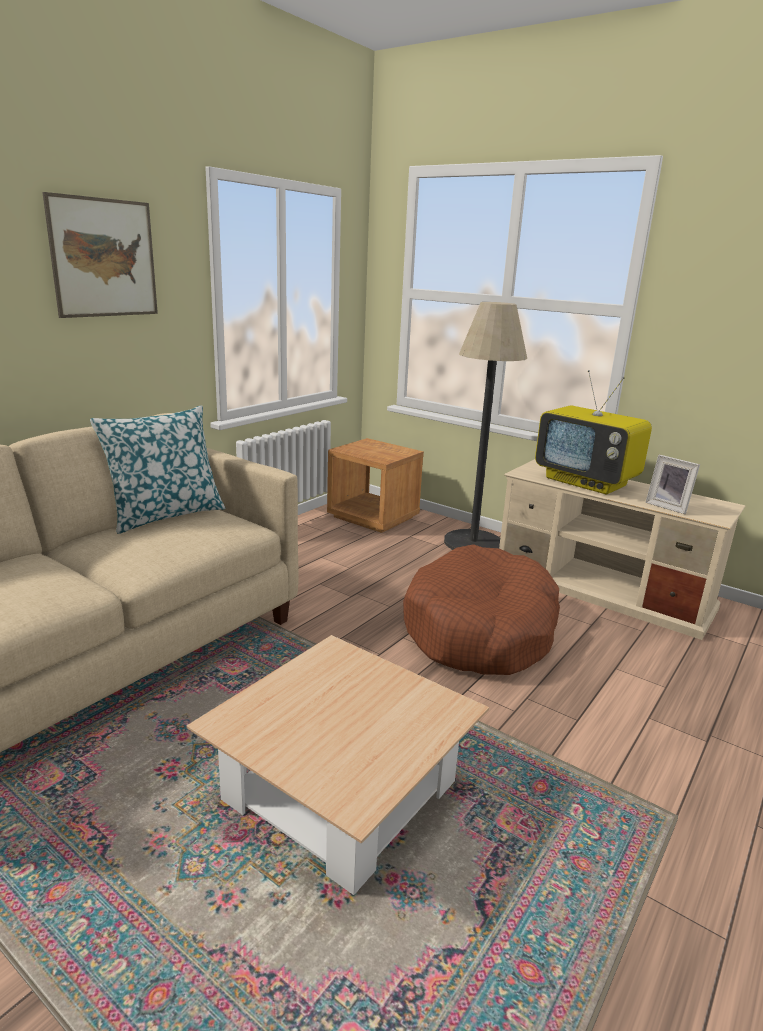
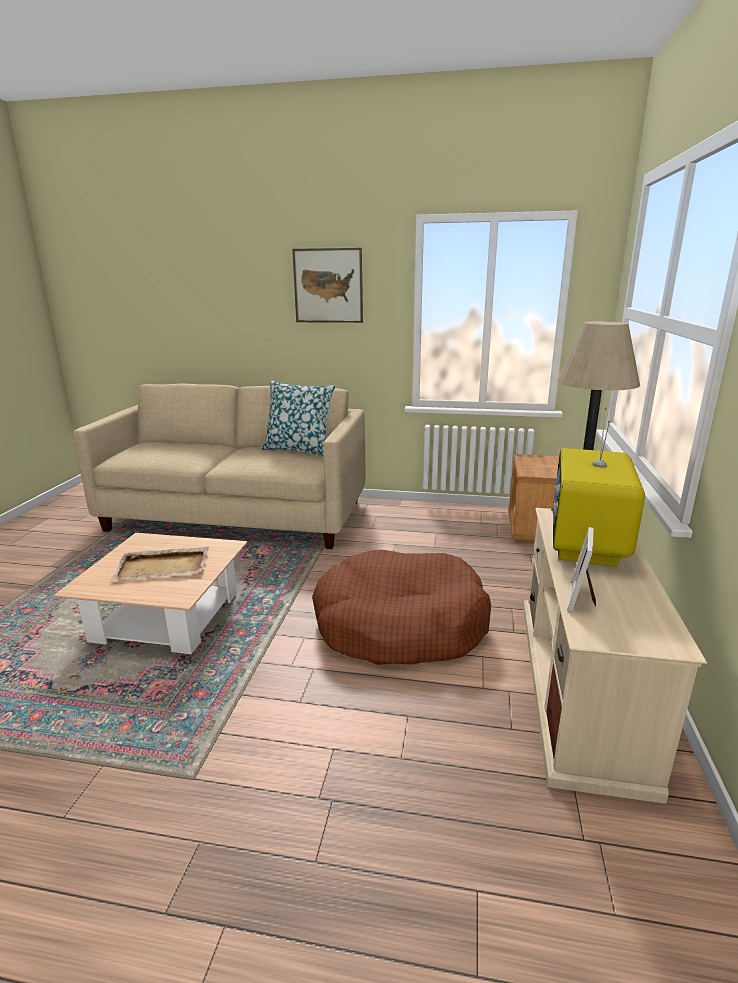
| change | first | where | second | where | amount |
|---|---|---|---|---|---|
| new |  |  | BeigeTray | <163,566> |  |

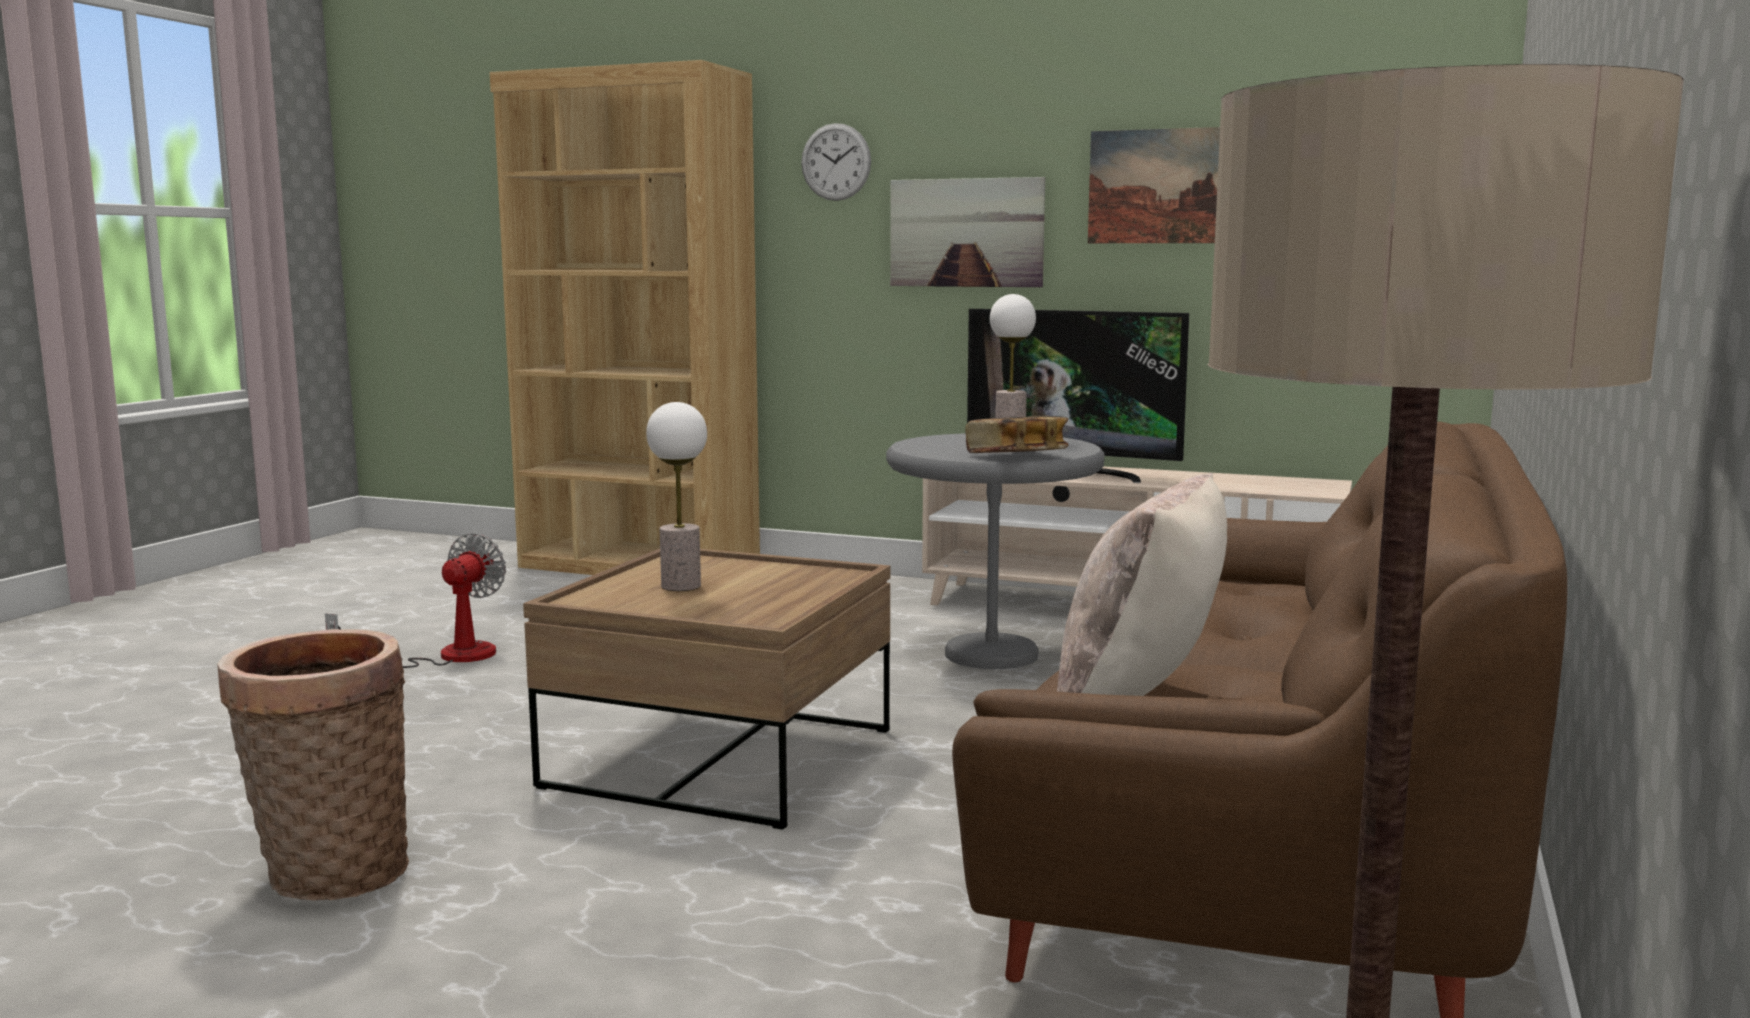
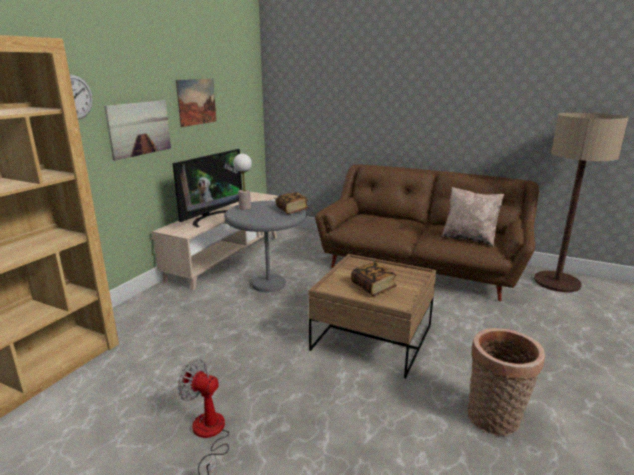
| change | first | where | second | where | amount |
|---|---|---|---|---|---|
| swapped | TableLamp | <681,586> | Book | <373,287> |  |

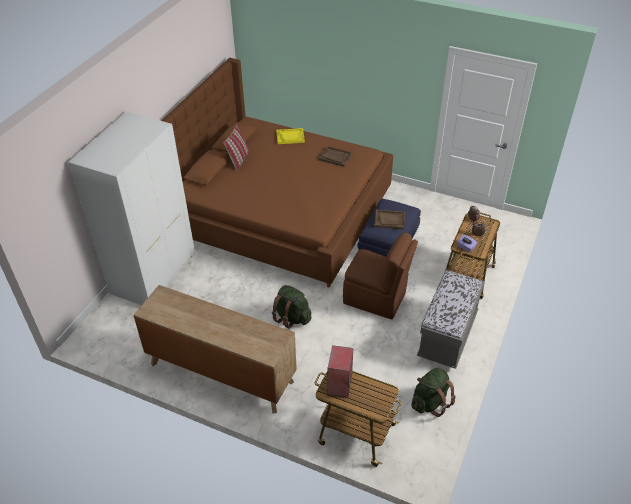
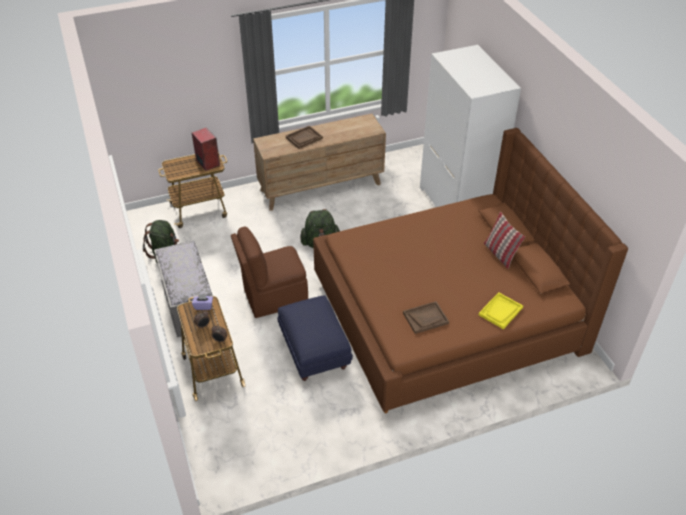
| change | first | where | second | where | amount |
|---|---|---|---|---|---|
| shifted | BrownTray | <389,220> |  | <304,138> |  |

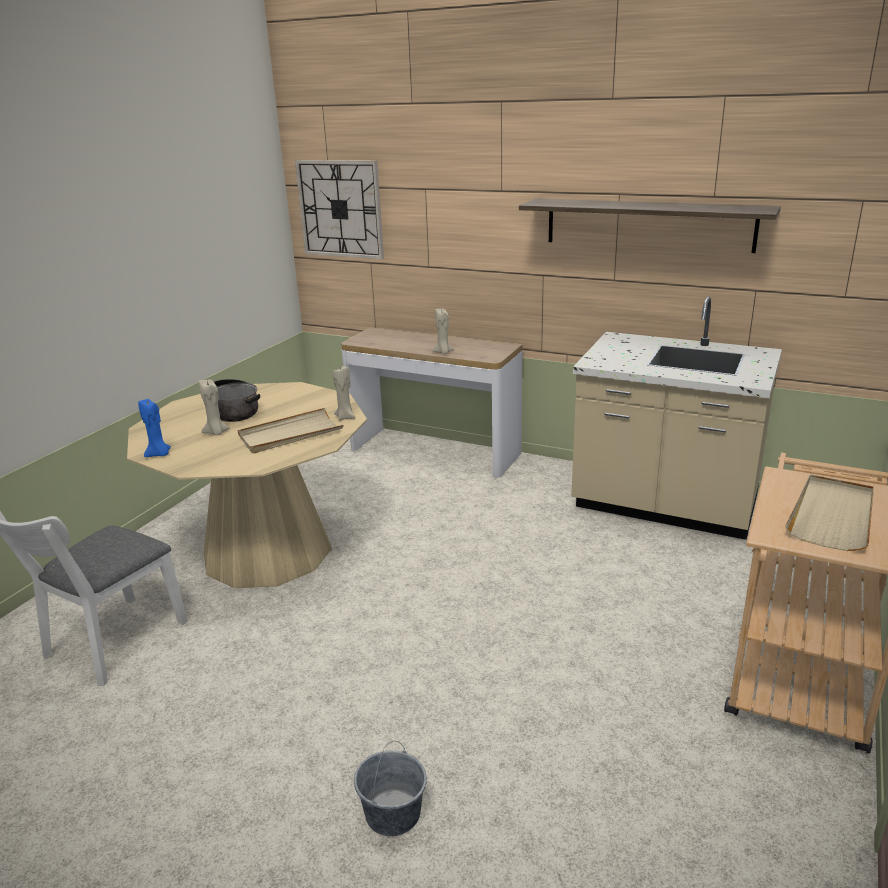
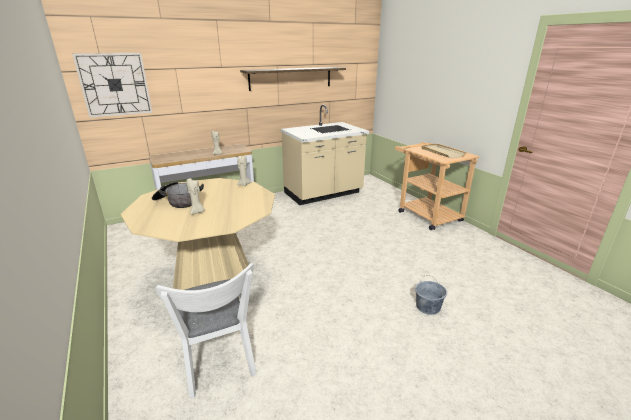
| change | first | where | second | where | amount |
|---|---|---|---|---|---|
| gone | BlueCandle | <159,454> |  |  |  |
| gone | BeigeTray | <290,434> |  |  |  |

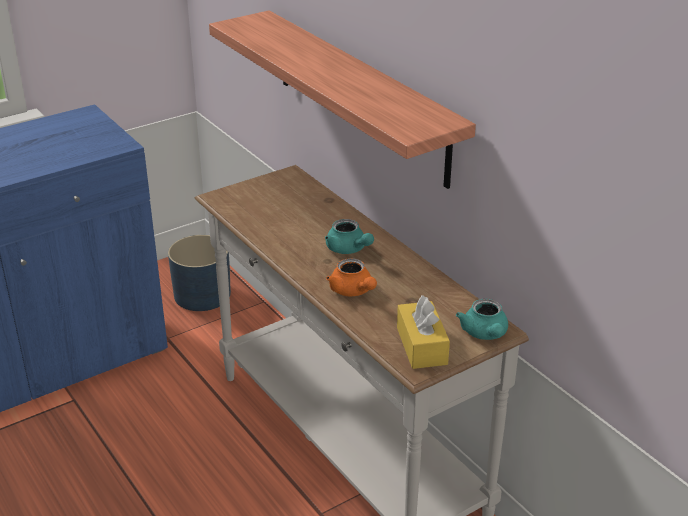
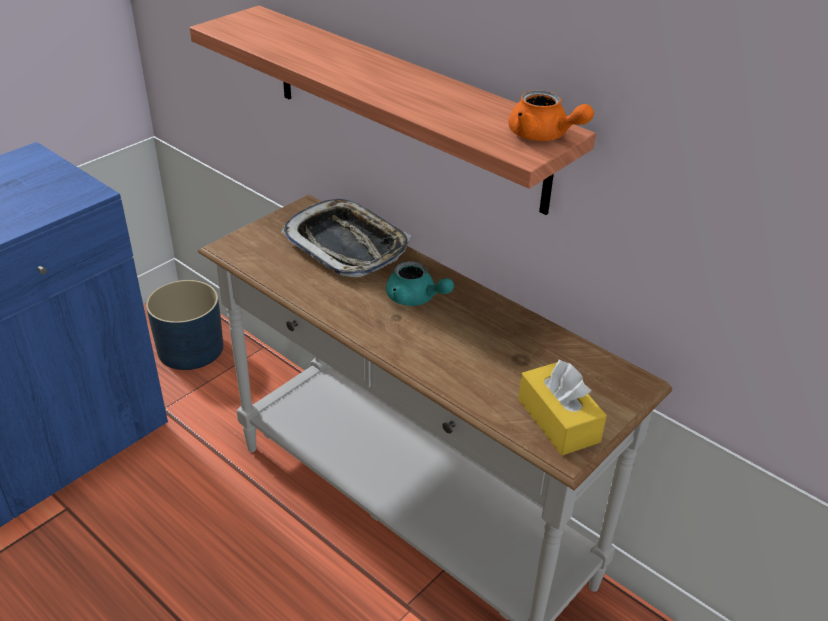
| change | first | where | second | where | amount |
|---|---|---|---|---|---|
| shifted | OrangeTeapot | <353,291> |  | <543,136> |  |
| gone | TurquoiseTeapot | <485,334> |  |  |  |
| new |  |  | Tray | <347,245> |  |

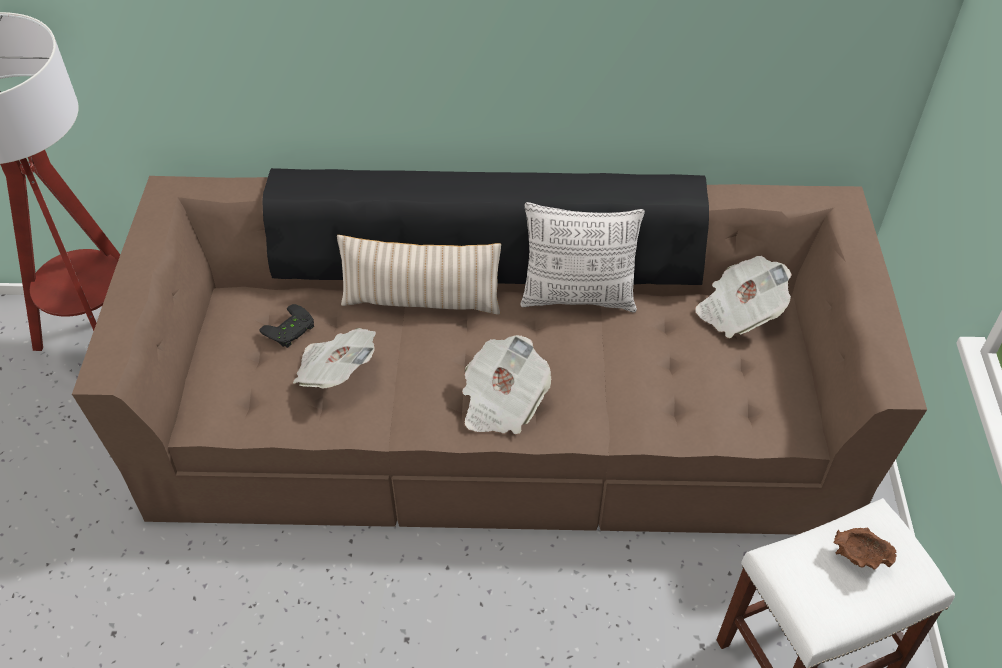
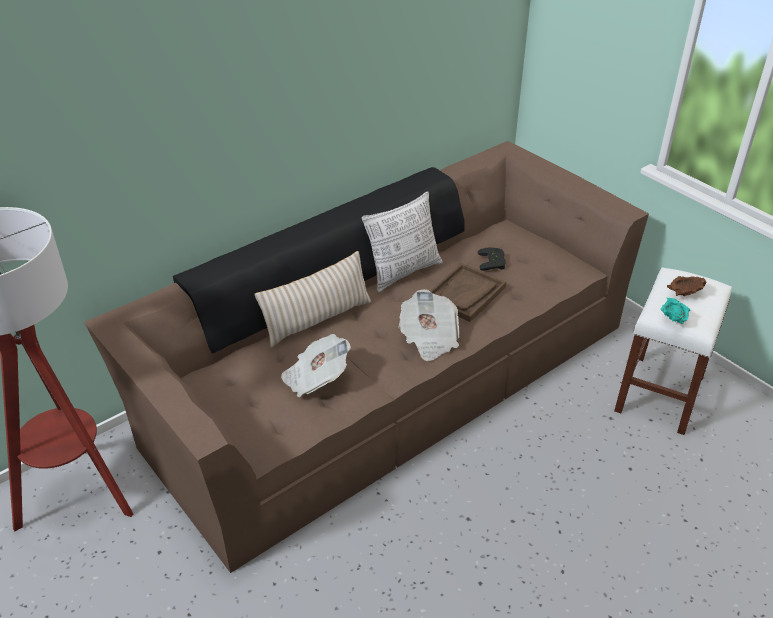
| change | first | where | second | where | amount |
|---|---|---|---|---|---|
| gone | Newspaper | <739,312> |  |  |  |
| shifted | BlackGameController | <291,331> |  | <493,262> |  |
| new |  |  | BrownTray | <465,294> |  |
| new |  |  | TurquoiseBowl | <672,320> |  |

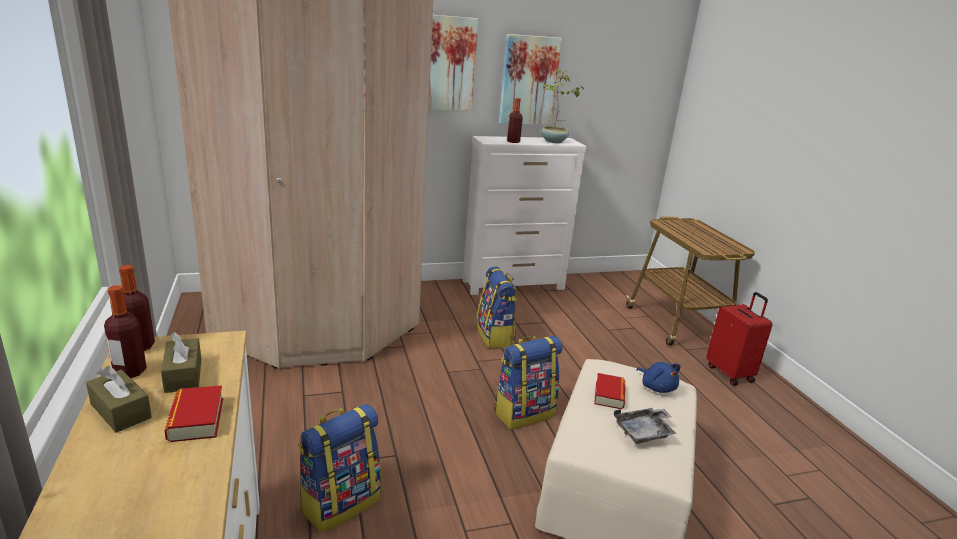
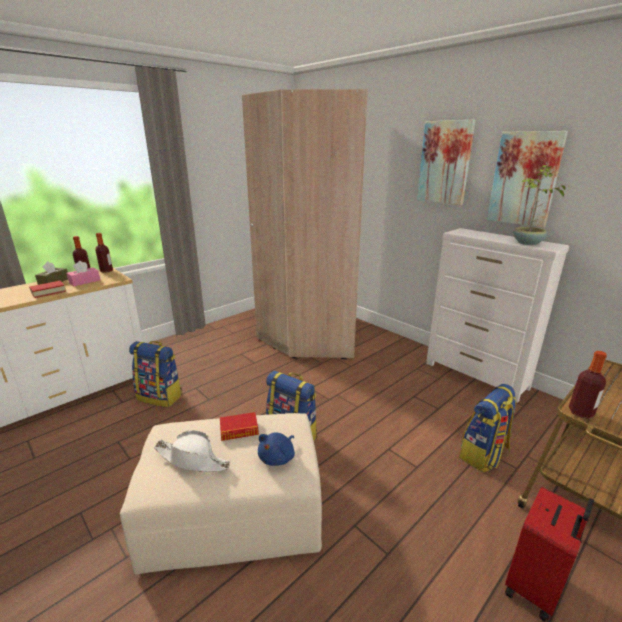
| change | first | where | second | where | amount |
|---|---|---|---|---|---|
| shifted | Bottle | <513,141> |  | <580,412> |  |
| shifted | Backpack | <495,336> |  | <484,455> |  |
| repainted | BrownTissueBox | <183,375> | PinkTissueBox | <85,281> |  |
| swapped | GreyTray | <644,432> | WhiteHat | <193,459> |  |

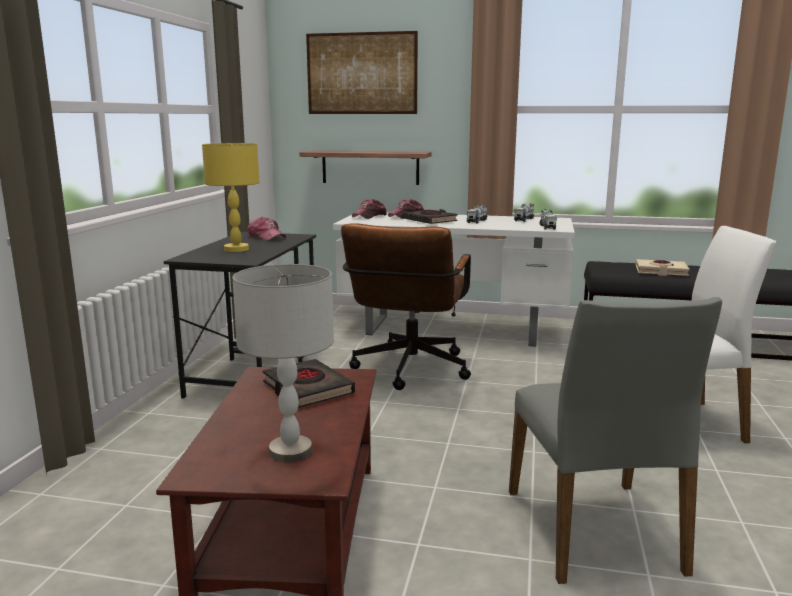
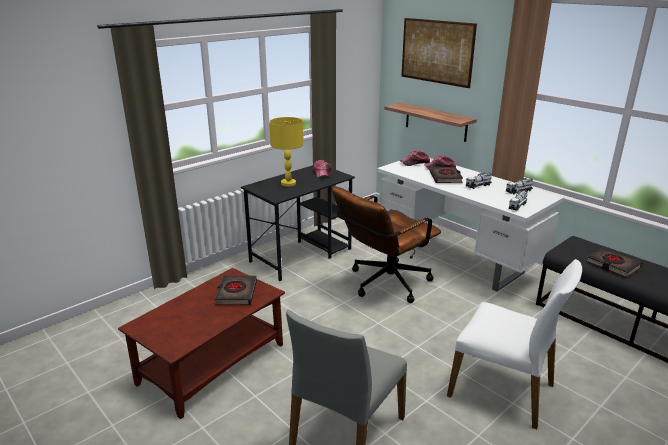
| change | first | where | second | where | amount |
|---|---|---|---|---|---|
| repainted | BeigeBook | <661,271> | BlackBook | <612,265> |  |
| gone | GreyTableLamp | <290,451> |  |  |  |

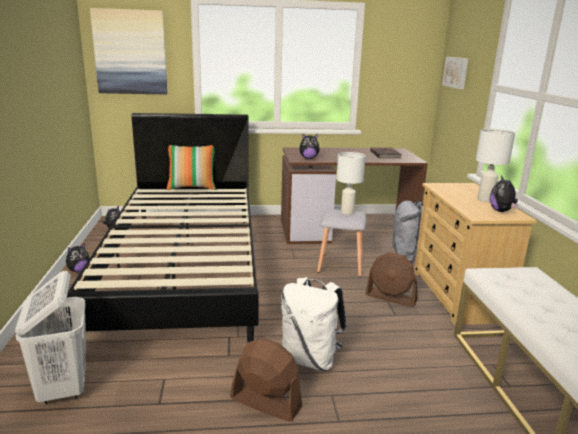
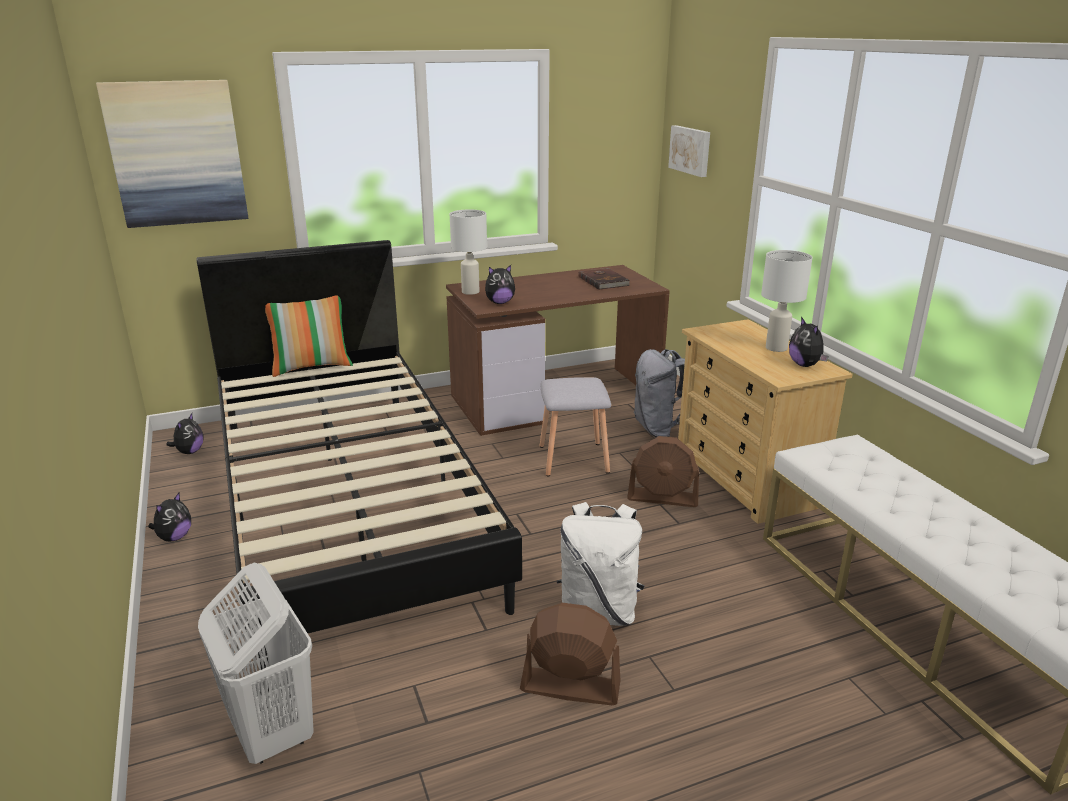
| change | first | where | second | where | amount |
|---|---|---|---|---|---|
| shifted | WhiteTableLamp | <347,212> |  | <470,292> |  |

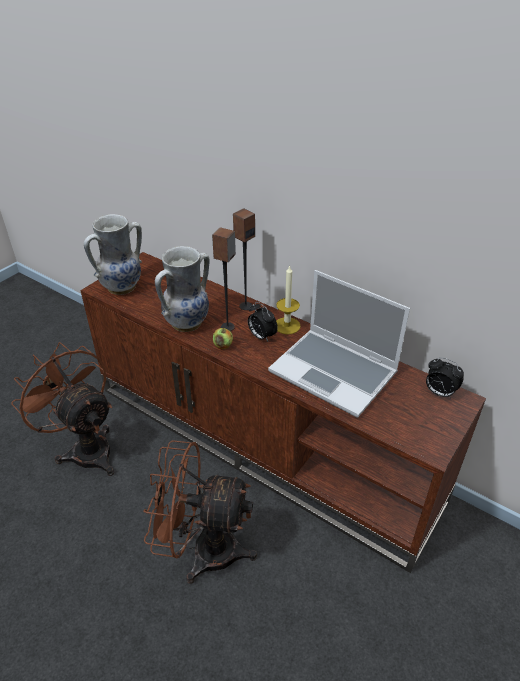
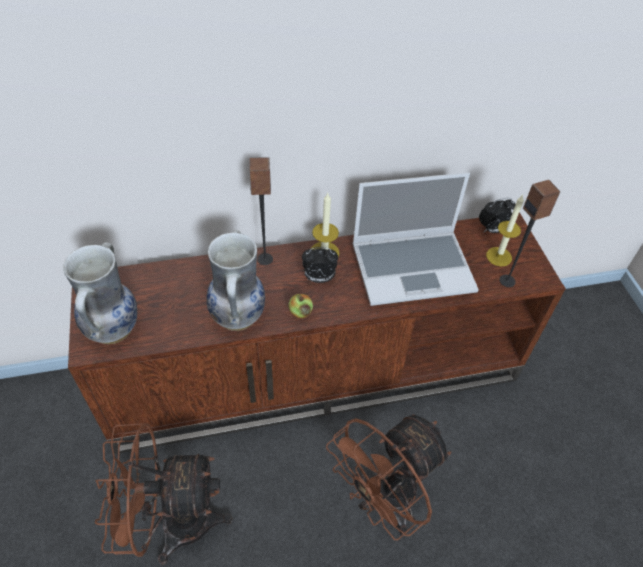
| change | first | where | second | where | amount |
|---|---|---|---|---|---|
| shifted | Speaker | <228,327> |  | <507,281> |  |
| new |  |  | Candle | <499,256> |  |

